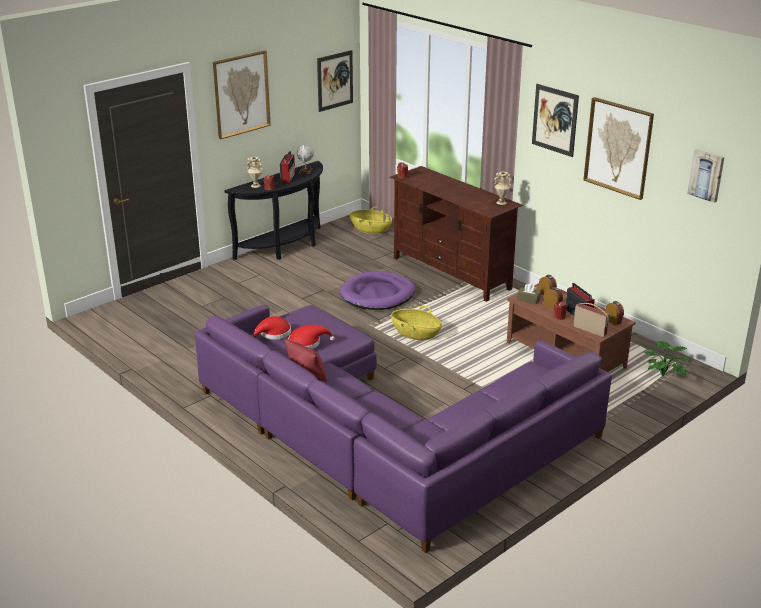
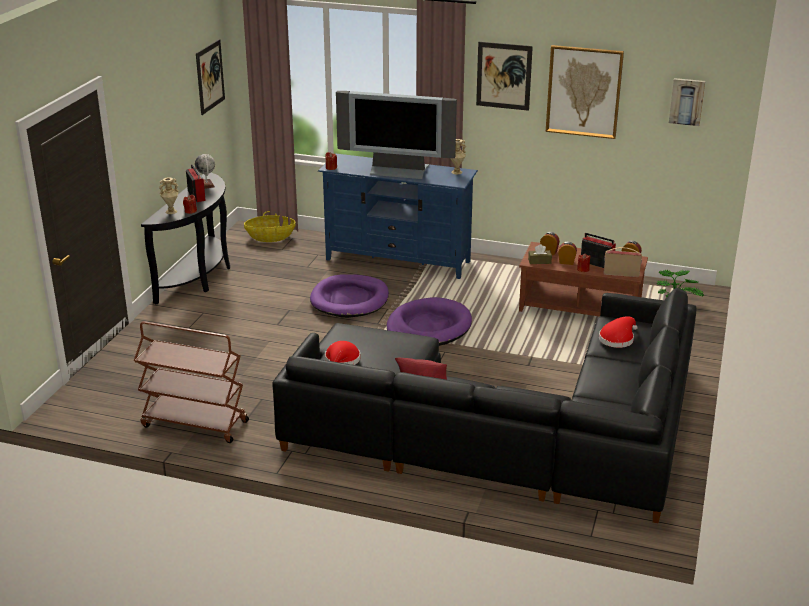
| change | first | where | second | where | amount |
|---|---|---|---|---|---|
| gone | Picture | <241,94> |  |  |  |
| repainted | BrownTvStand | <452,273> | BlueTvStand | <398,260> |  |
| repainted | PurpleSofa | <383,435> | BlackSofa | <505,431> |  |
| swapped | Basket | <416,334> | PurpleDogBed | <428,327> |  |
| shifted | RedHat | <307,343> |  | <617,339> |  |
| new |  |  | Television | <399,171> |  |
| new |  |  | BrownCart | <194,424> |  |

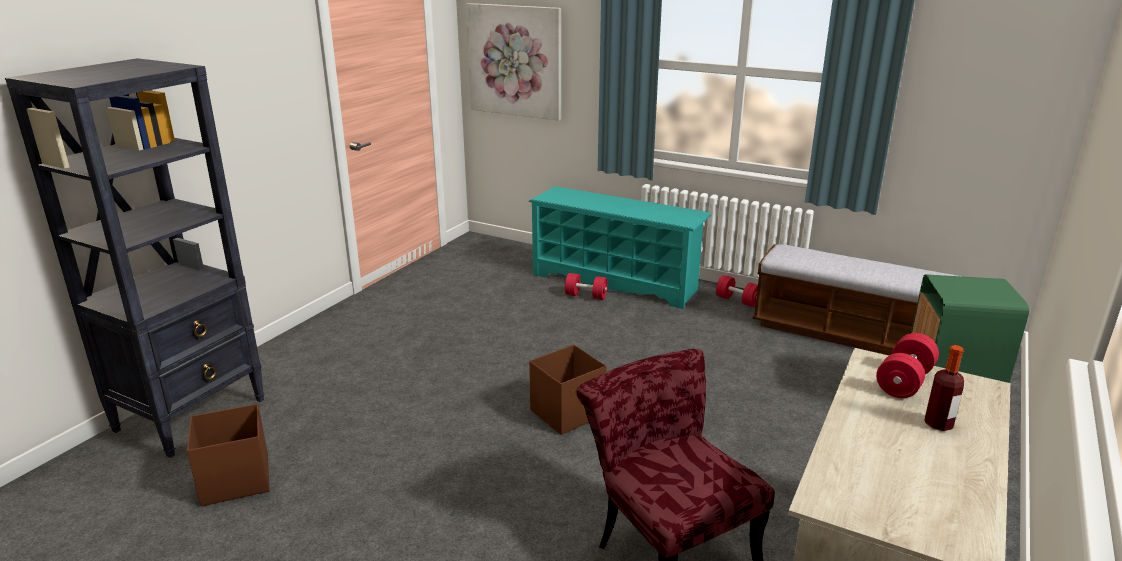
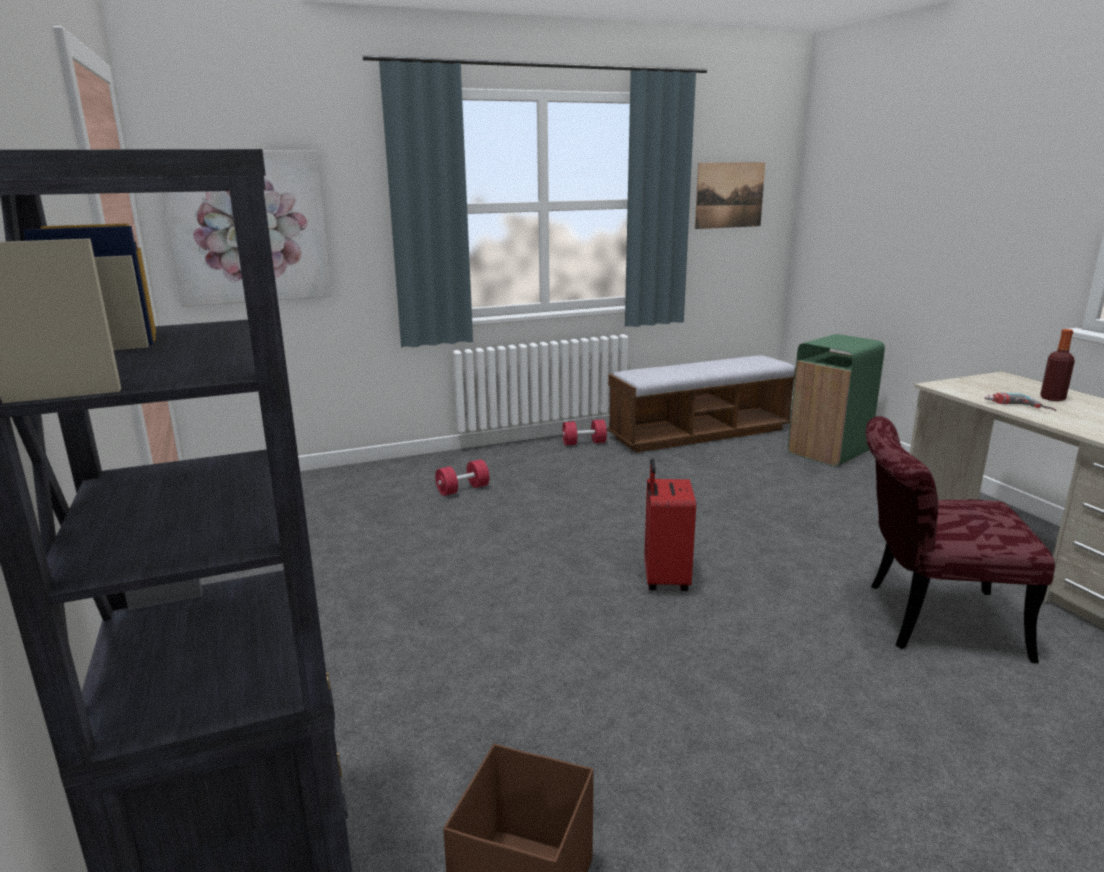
| change | first | where | second | where | amount |
|---|---|---|---|---|---|
| gone | TurquoiseShoeRack | <616,281> |  |  |  |
| gone | RedDumbbell | <904,381> |  |  |  |
| swapped | BrownStorageBox | <568,413> | RedSuitcase | <664,579> |  |
| new |  |  | Picture | <729,195> |  |
| new |  |  | PowerDrill | <1017,407> |  |

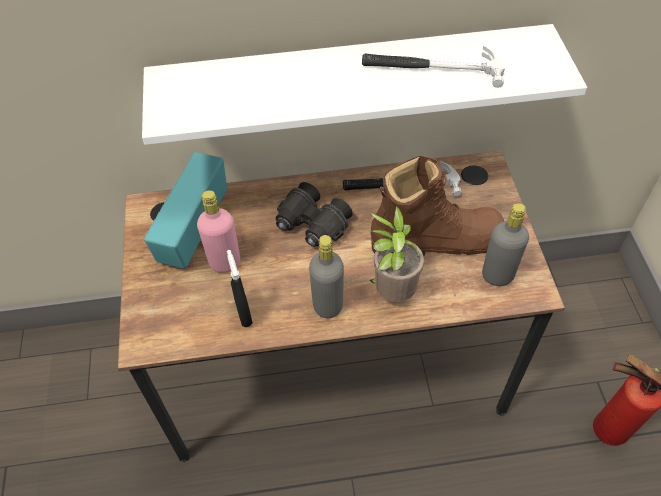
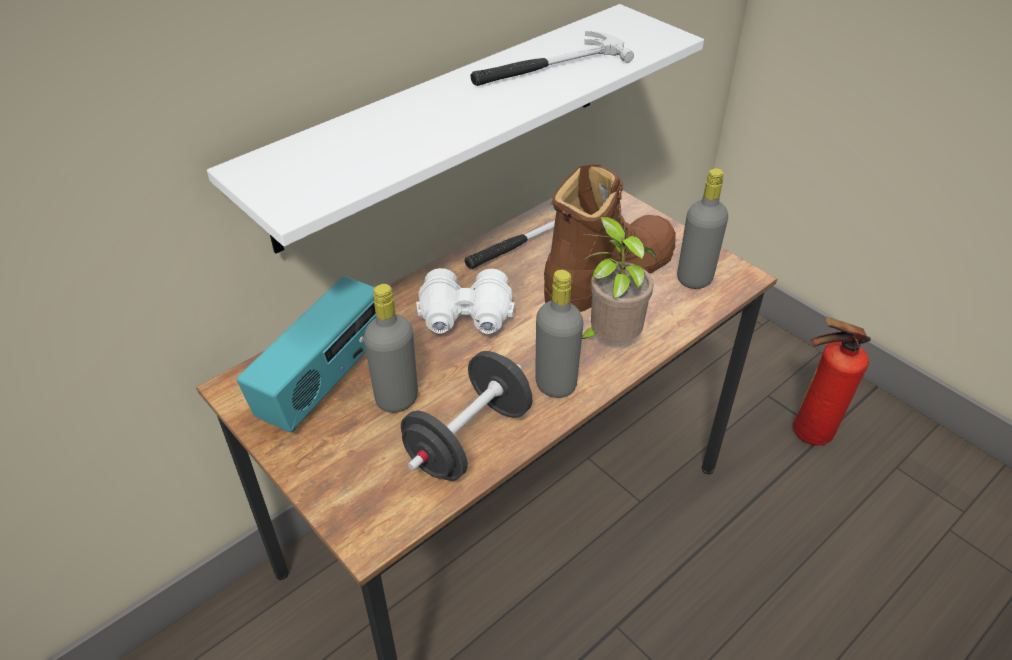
| change | first | where | second | where | amount |
|---|---|---|---|---|---|
| rotated | Radio | <193,228> |  | <324,382> | 135 degrees counterclockwise |
| repainted | BlackBinoculars | <312,225> | WhiteBinoculars | <466,317> |  |
| repainted | PinkBottle | <225,262> | GreyBottle | <397,399> |  |
| swapped | BlackSprayBottle | <244,313> | BlackDumbbell | <468,439> |  |

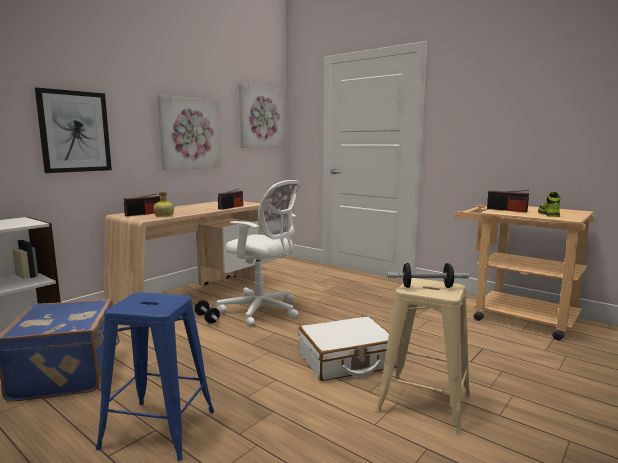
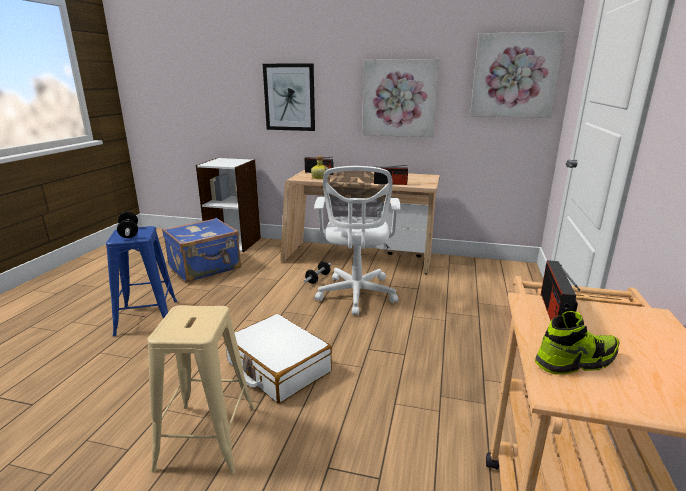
| change | first | where | second | where | amount |
|---|---|---|---|---|---|
| shifted | Dumbbell | <427,287> |  | <129,233> |  |

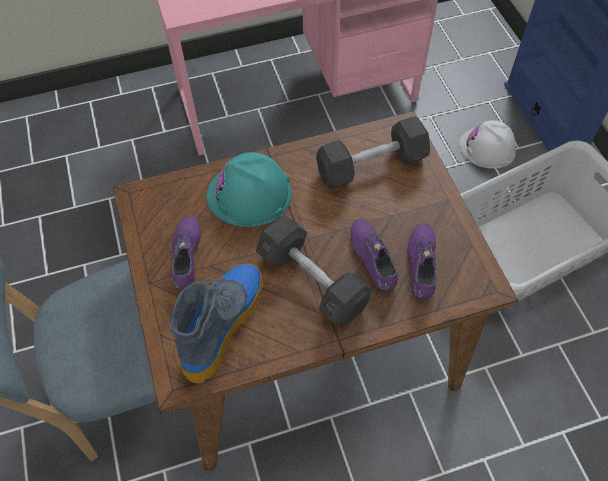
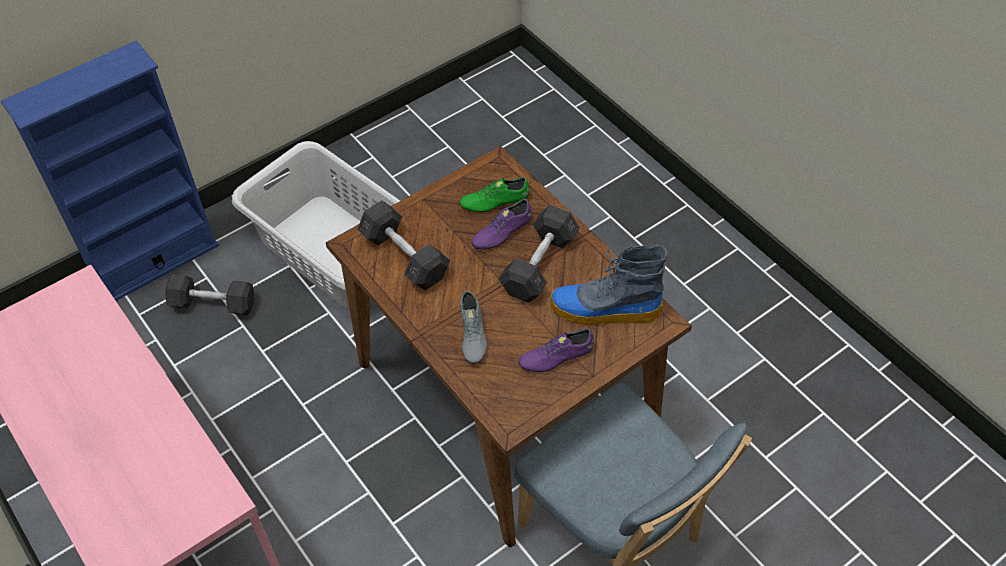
| change | first | where | second | where | amount |
|---|---|---|---|---|---|
| swapped | WhiteHardHat | <487,148> | GreyDumbbell | <213,304> |  |
| swapped | TurquoiseHardHat | <249,195> | GreyShoe | <472,335> |  |
| repainted | PurpleShoe | <422,265> | GreenShoe | <494,202> |  |

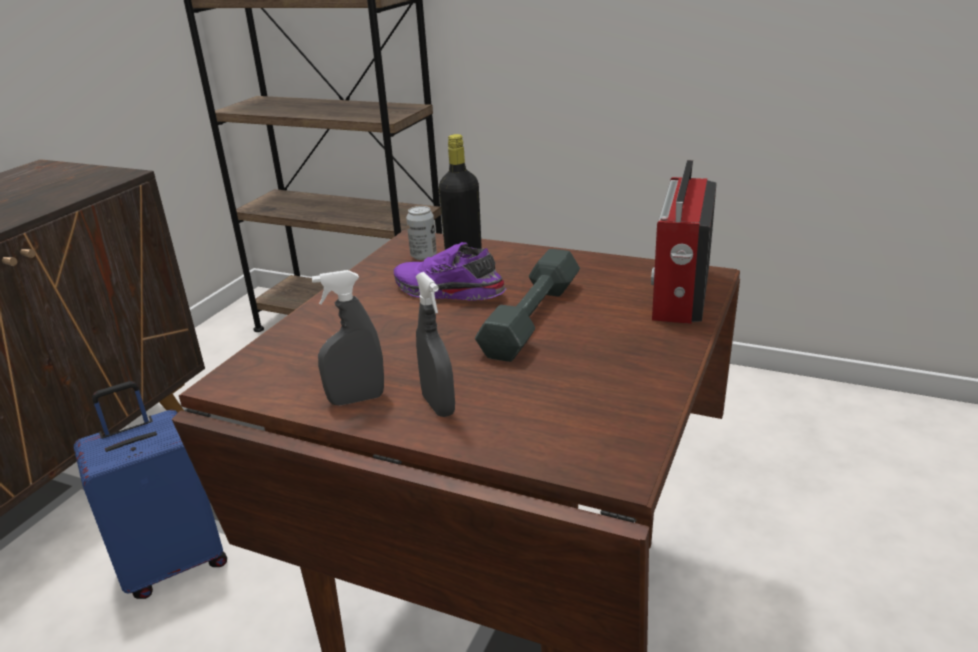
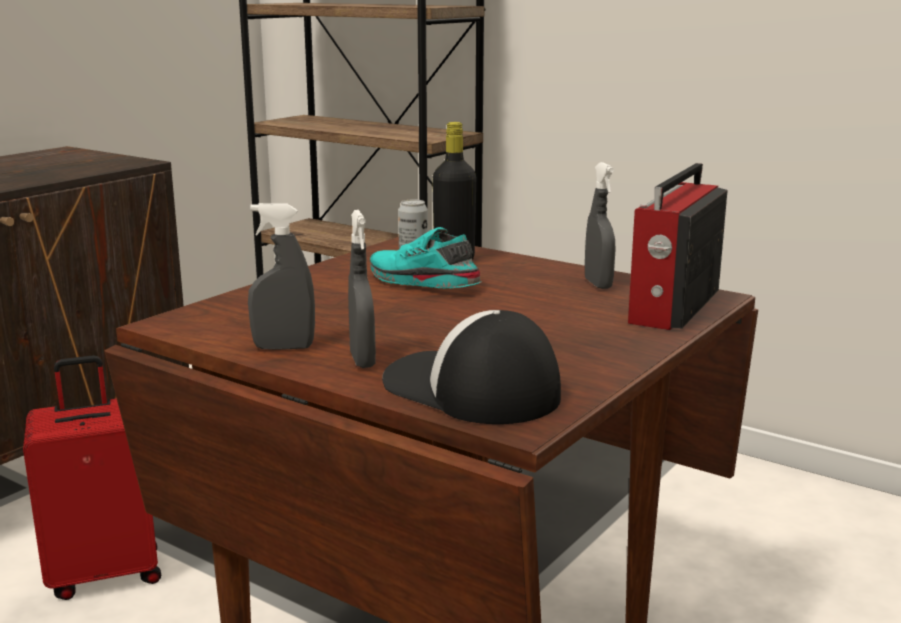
| change | first | where | second | where | amount |
|---|---|---|---|---|---|
| repainted | PurpleShoe | <447,292> | TurquoiseShoe | <421,283> |  |
| gone | GreyDumbbell | <531,317> |  |  |  |
| repainted | BlueSuitcase | <173,563> | RedSuitcase | <105,573> |  |
| new |  |  | GreySprayBottle | <598,284> |  |
| new |  |  | Cap | <470,390> |  |

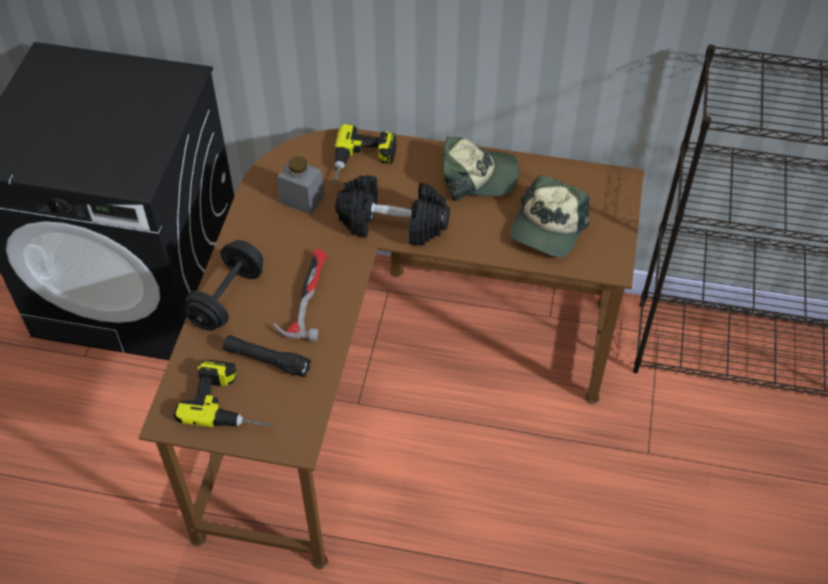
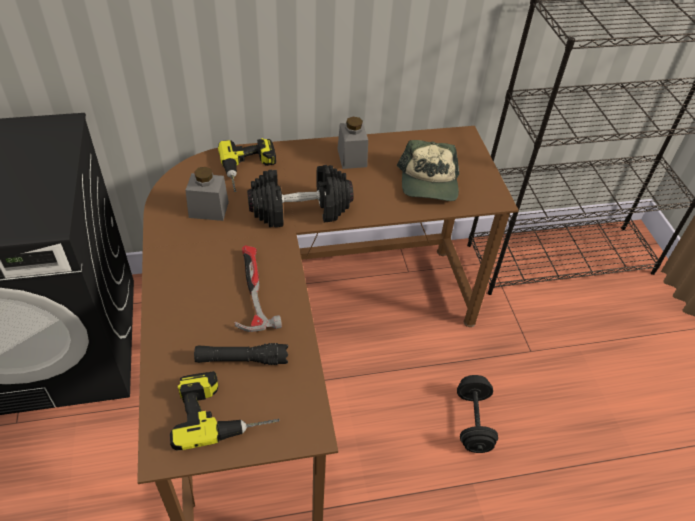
| change | first | where | second | where | amount |
|---|---|---|---|---|---|
| swapped | Cap | <478,176> | GreyJar | <352,158> |  |
| shifted | BlackDumbbell | <227,298> |  | <473,422> |  |

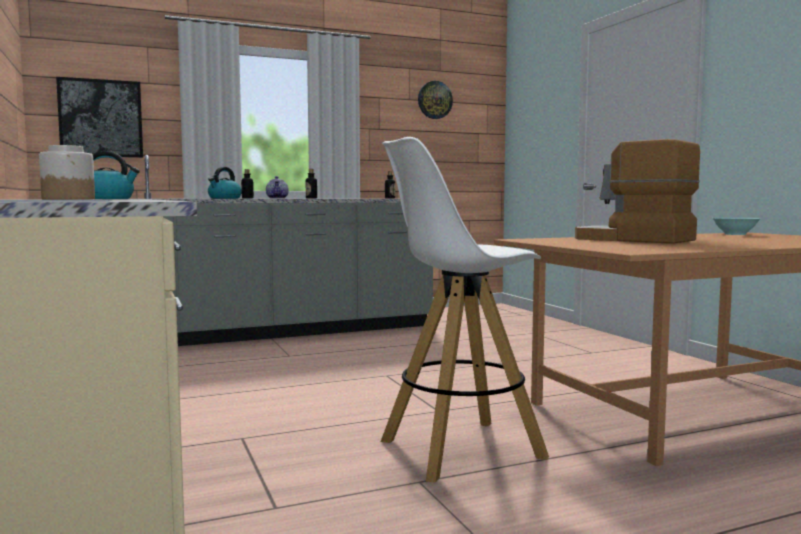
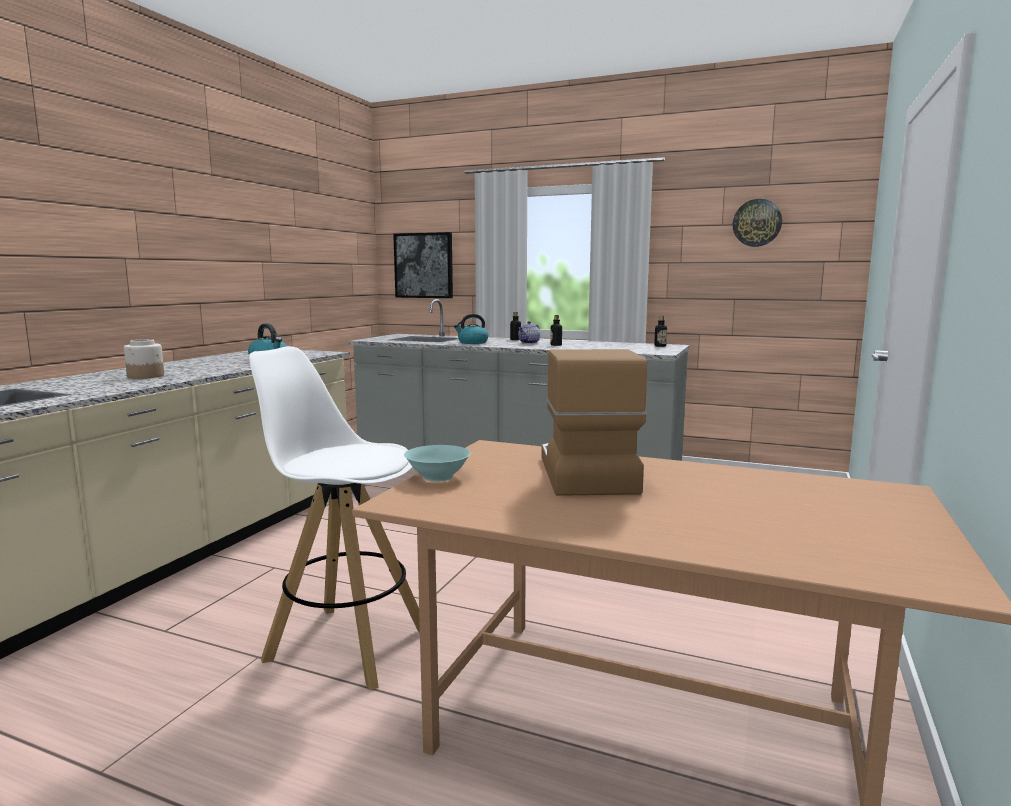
| change | first | where | second | where | amount |
|---|---|---|---|---|---|
| shifted | TurquoiseBowl | <735,234> |  | <438,477> |  |

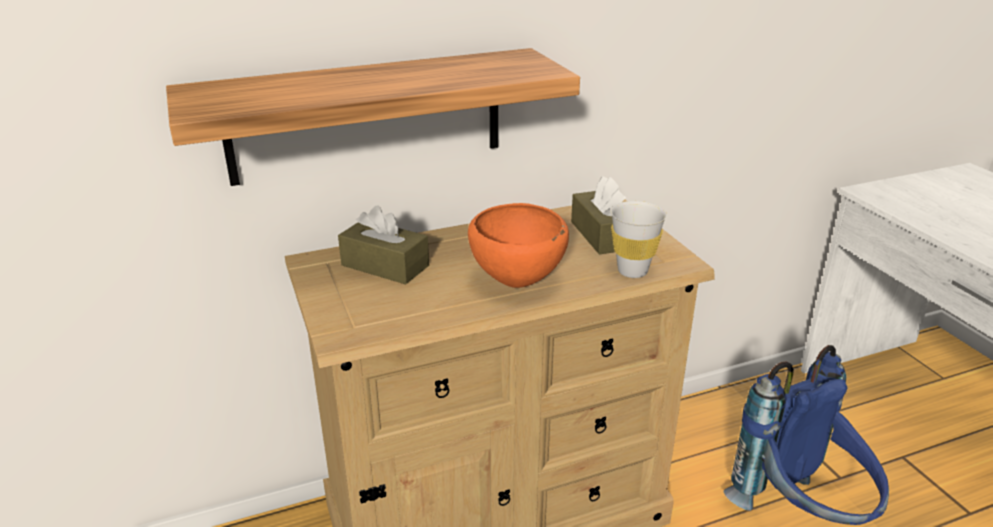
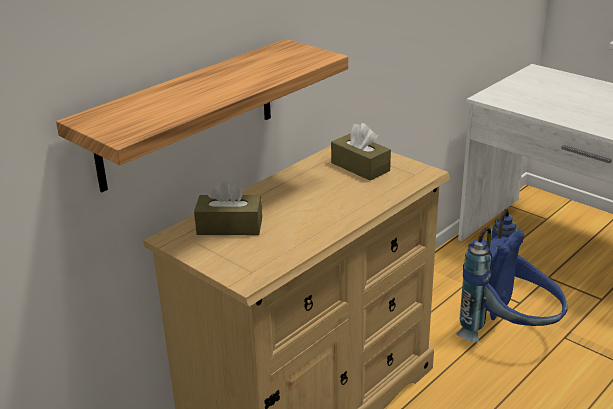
| change | first | where | second | where | amount |
|---|---|---|---|---|---|
| gone | WhiteCup | <632,271> |  |  |  |
| gone | OrangeBowl | <518,283> |  |  |  |

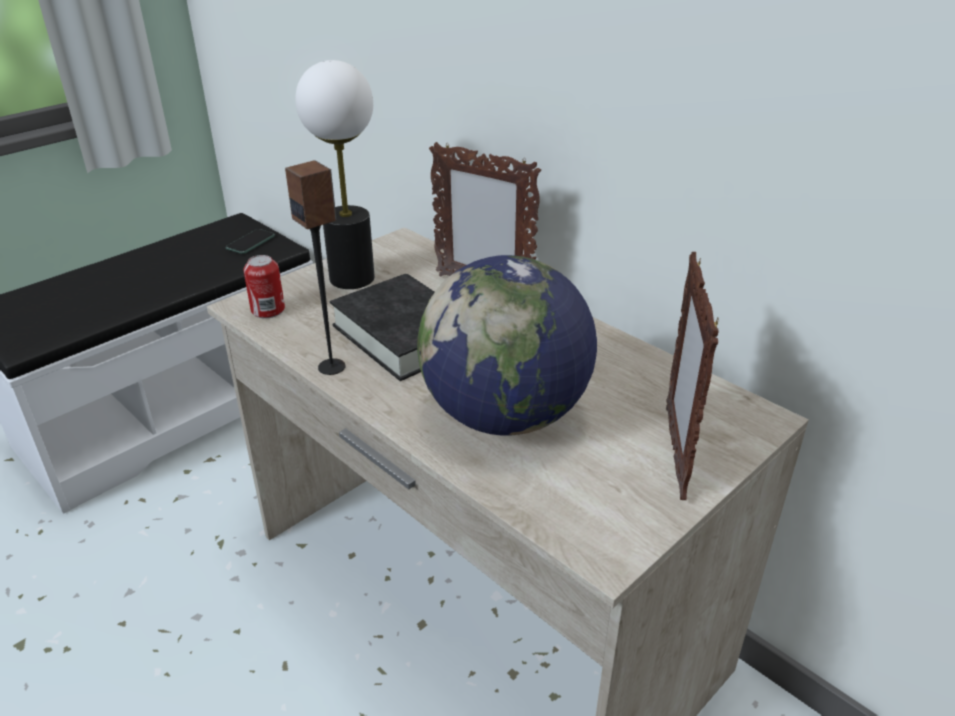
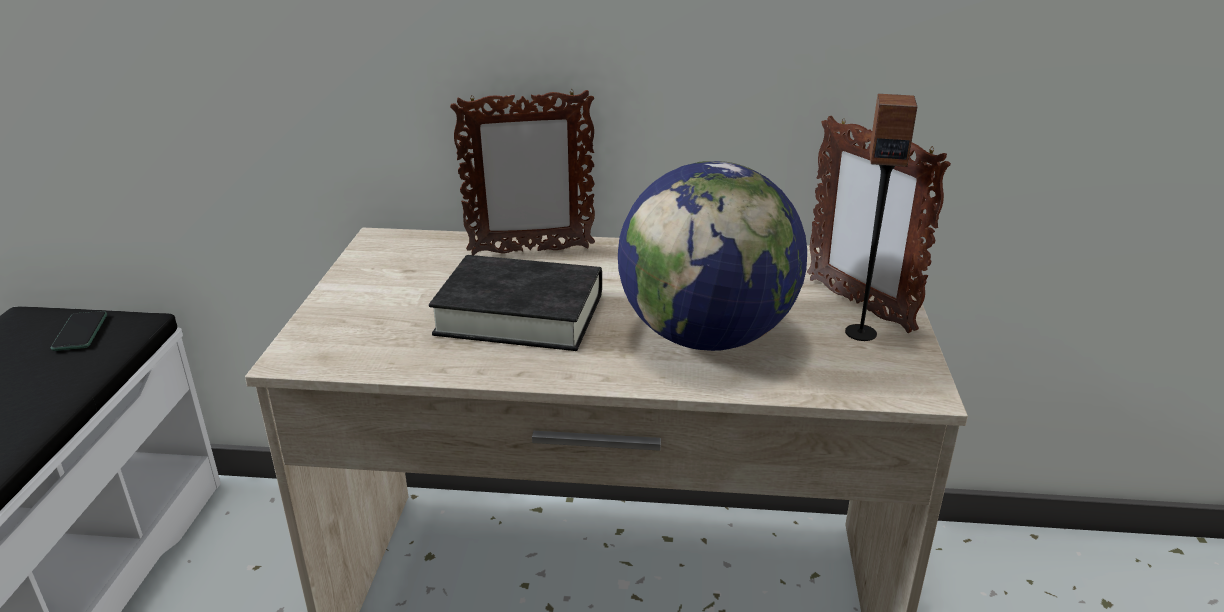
| change | first | where | second | where | amount |
|---|---|---|---|---|---|
| gone | TableLamp | <352,278> |  |  |  |
| shifted | Speaker | <332,367> |  | <860,332> |  |
| gone | Can | <268,310> |  |  |  |

